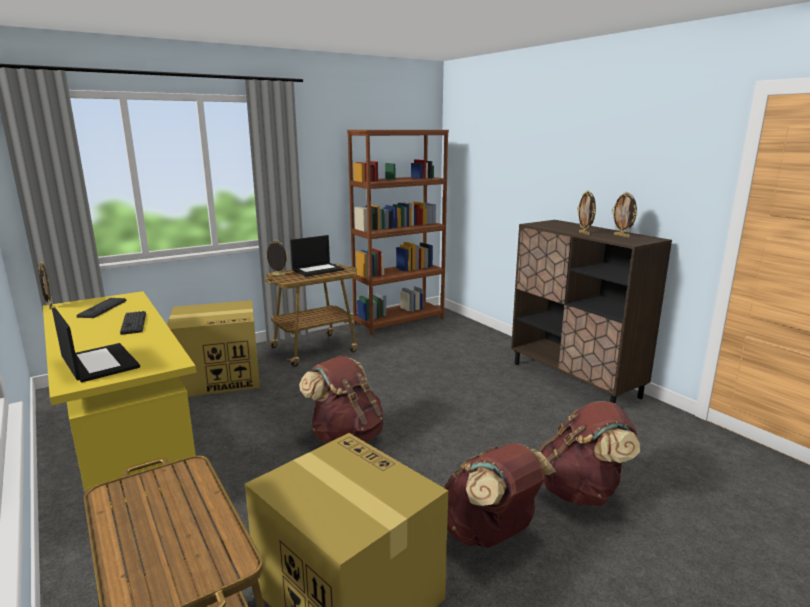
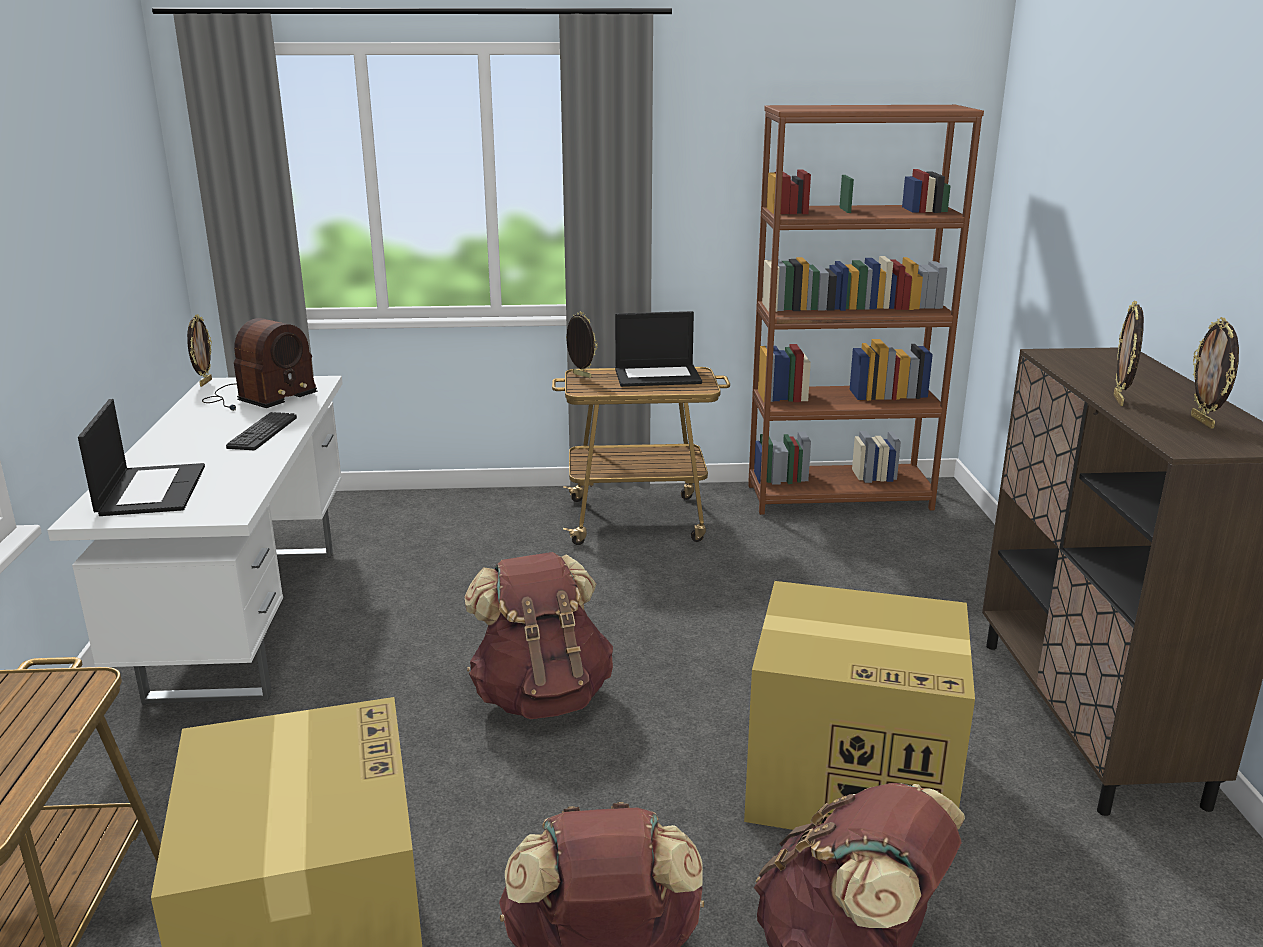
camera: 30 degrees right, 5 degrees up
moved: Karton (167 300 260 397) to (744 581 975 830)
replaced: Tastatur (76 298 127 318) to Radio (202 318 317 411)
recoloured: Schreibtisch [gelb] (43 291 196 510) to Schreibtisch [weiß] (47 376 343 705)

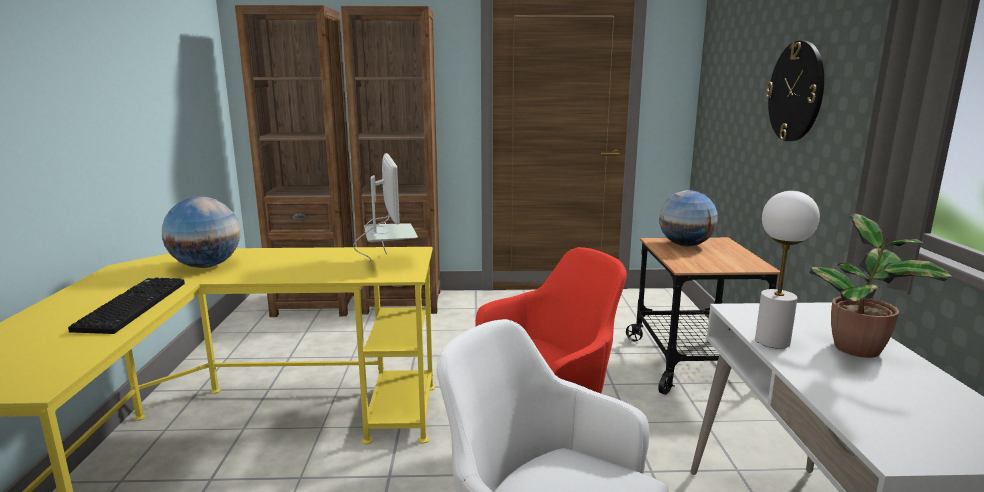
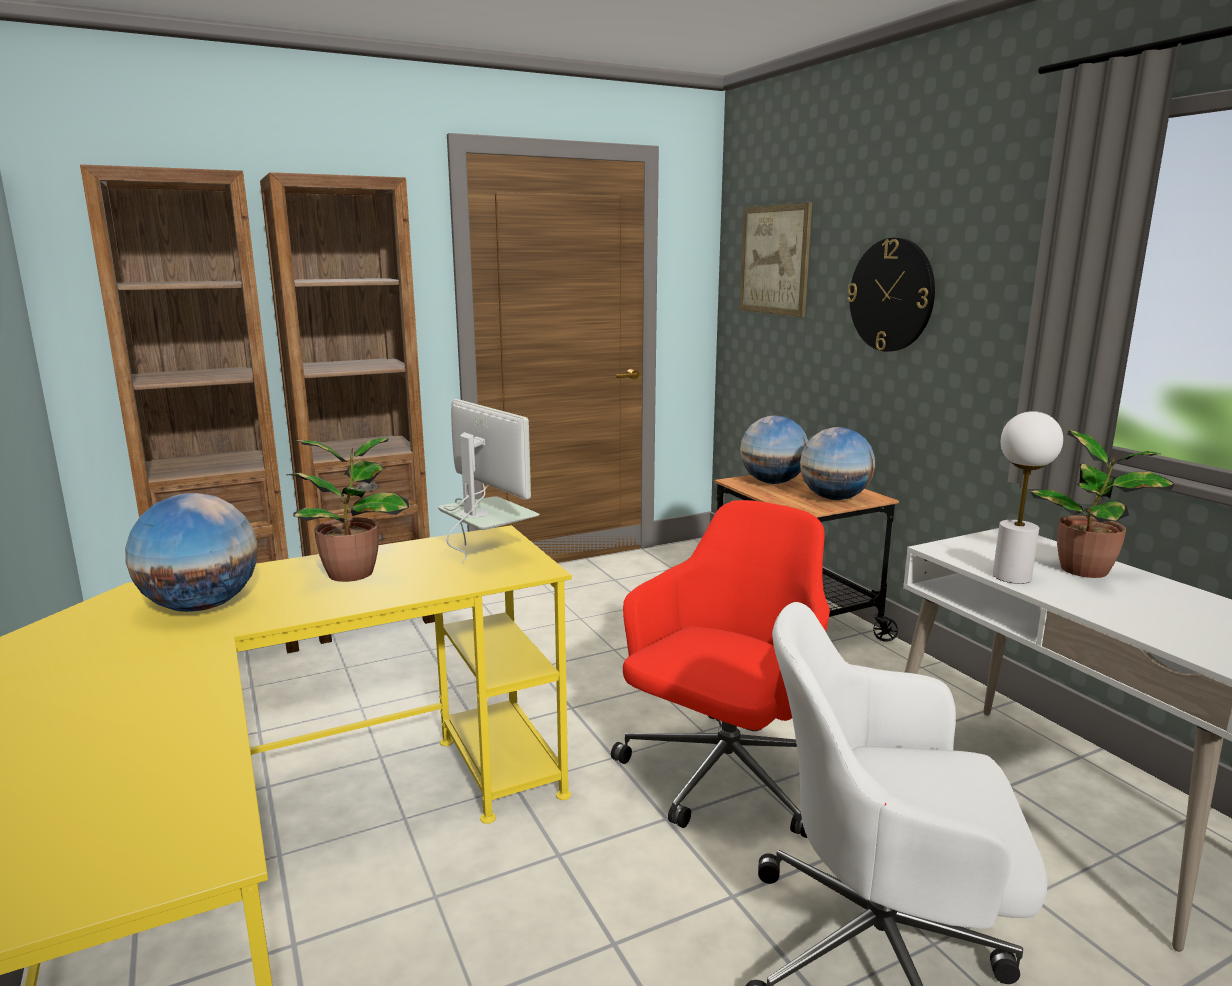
camera: 25 degrees left, 0 degrees up
removed: Tastatur (68 278 185 334)
added: Topfpflanze (287 438 409 582); Bild (740 202 812 317); Globus (800 427 875 500)

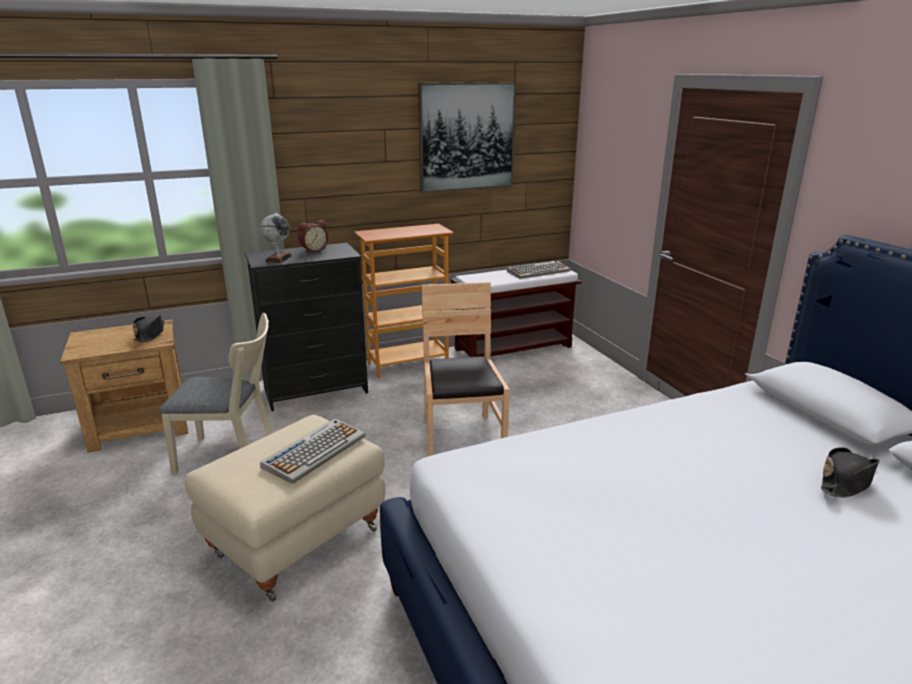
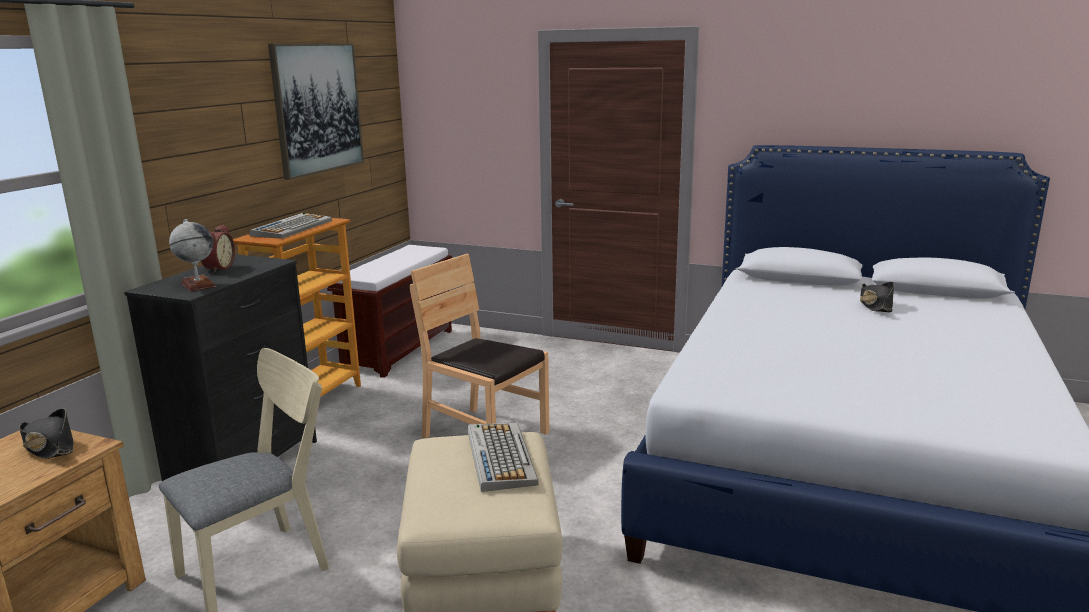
camera: 45 degrees left, 5 degrees down
moved: Tastatur (507 260 570 279) to (250 213 332 239)

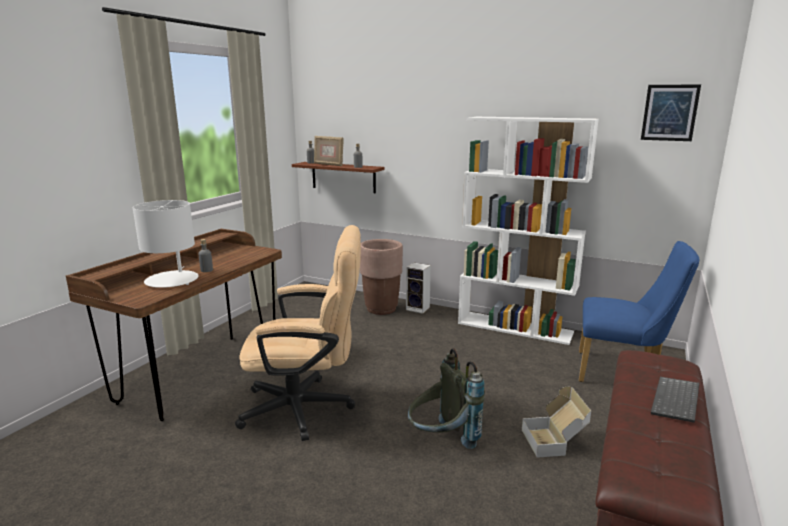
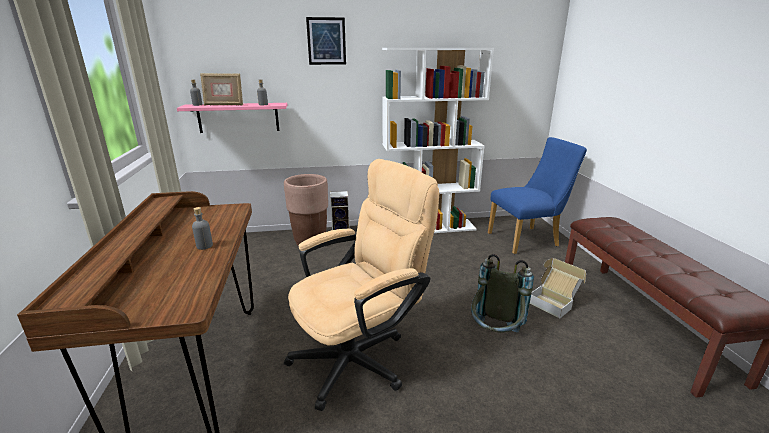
camera: 35 degrees left, 5 degrees up
removed: Tischlampe [weiß] (133 200 199 288); Tastatur (651 377 699 423)
moved: Bild (641 84 701 141) to (306 17 346 65)
recoloured: Wandregal [braun] (292 162 385 193) to Wandregal [rosa] (177 103 288 133)

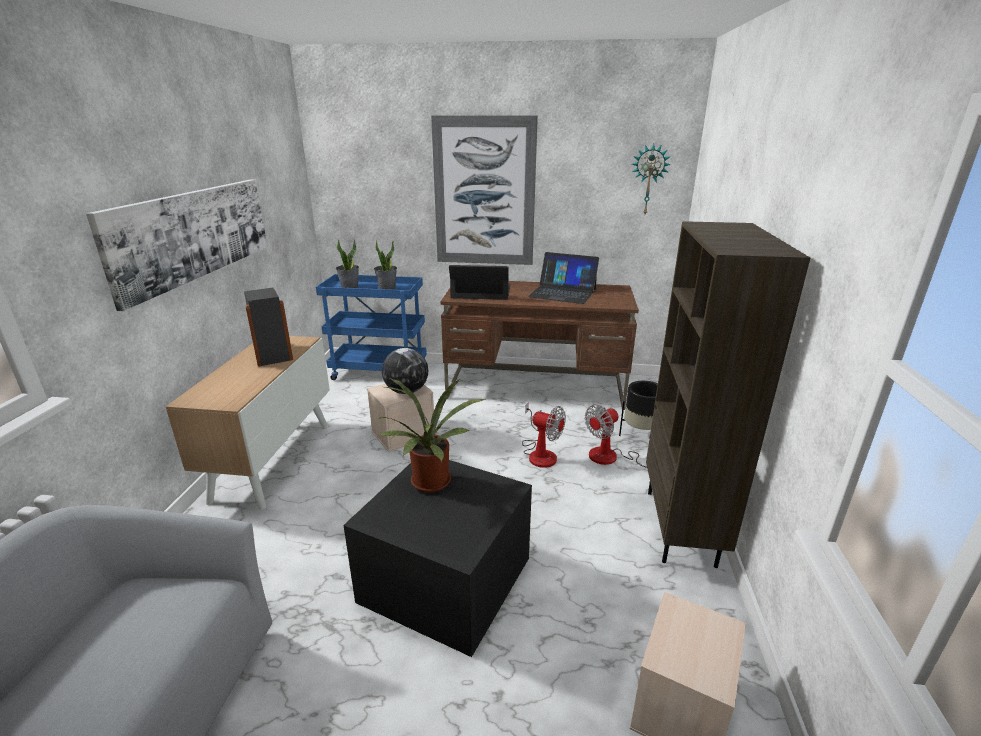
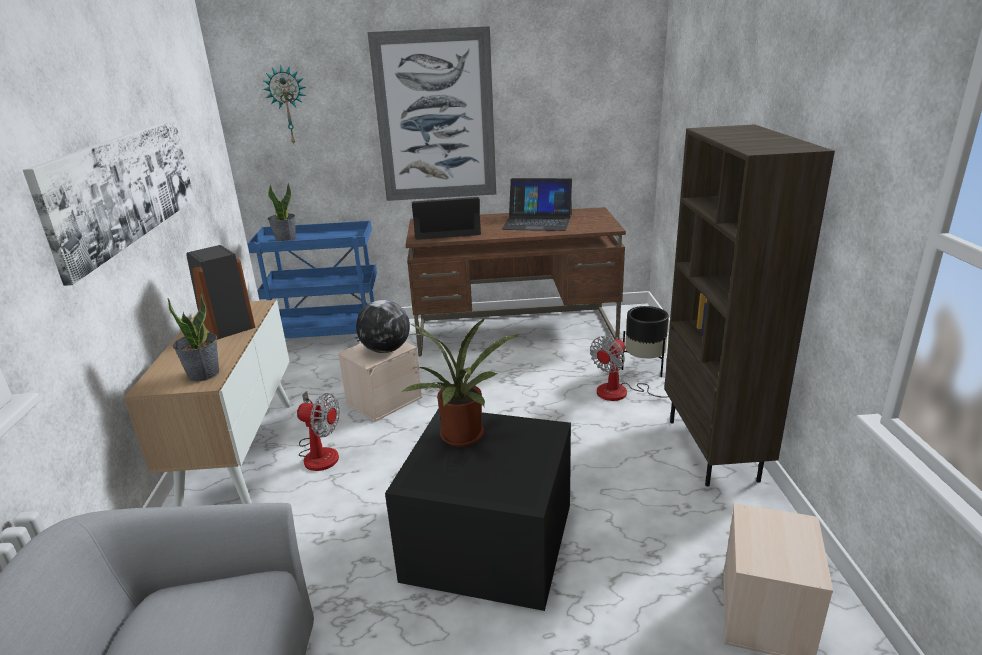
camera: 10 degrees left, 0 degrees up
moved: Topfpflanze (374 240 397 290) to (168 294 219 382); Ventilator (522 402 566 468) to (297 391 340 471); Wanduhr (632 144 671 214) to (262 65 306 144)

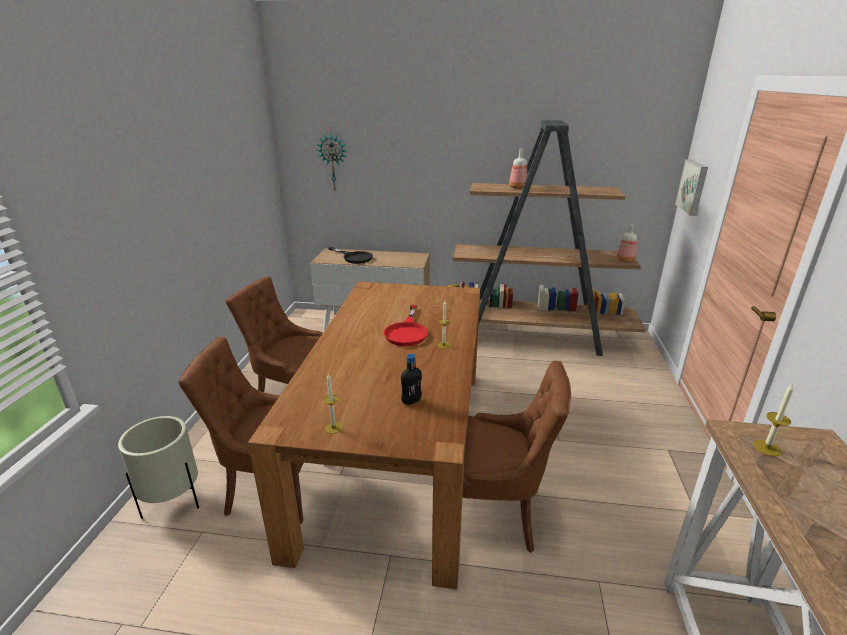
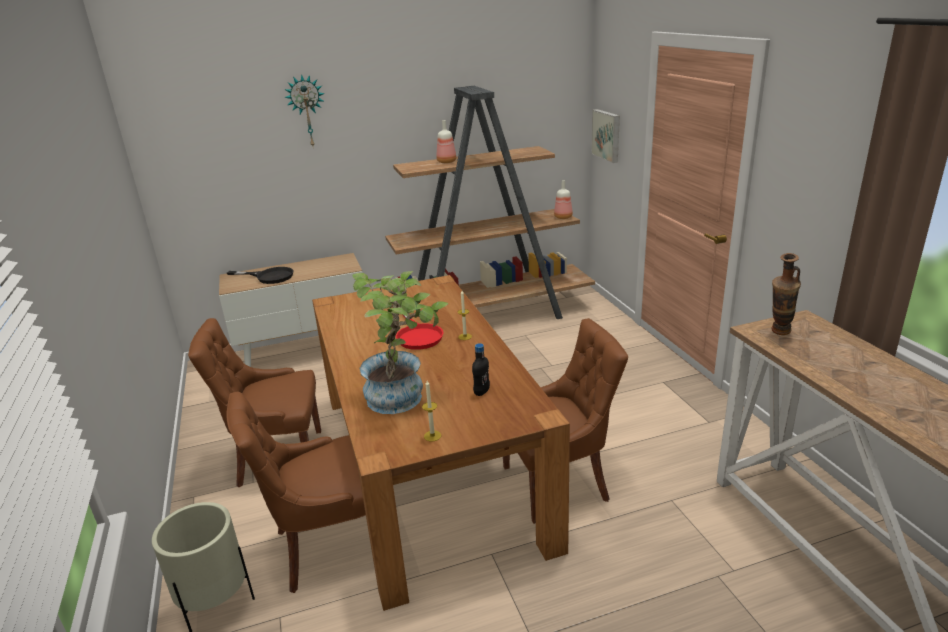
camera: 25 degrees left, 0 degrees up
added: Topfpflanze (352 271 449 414)
moved: Wanduhr (317 133 347 191) to (284 74 325 146)
replaced: Kerze (753 383 794 457) to Vase (772 253 801 335)

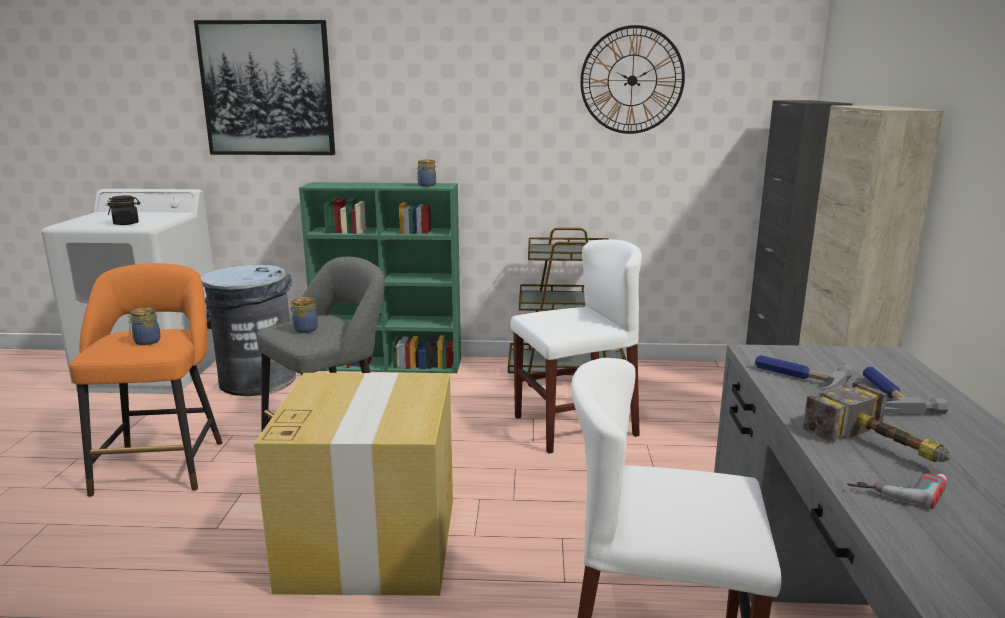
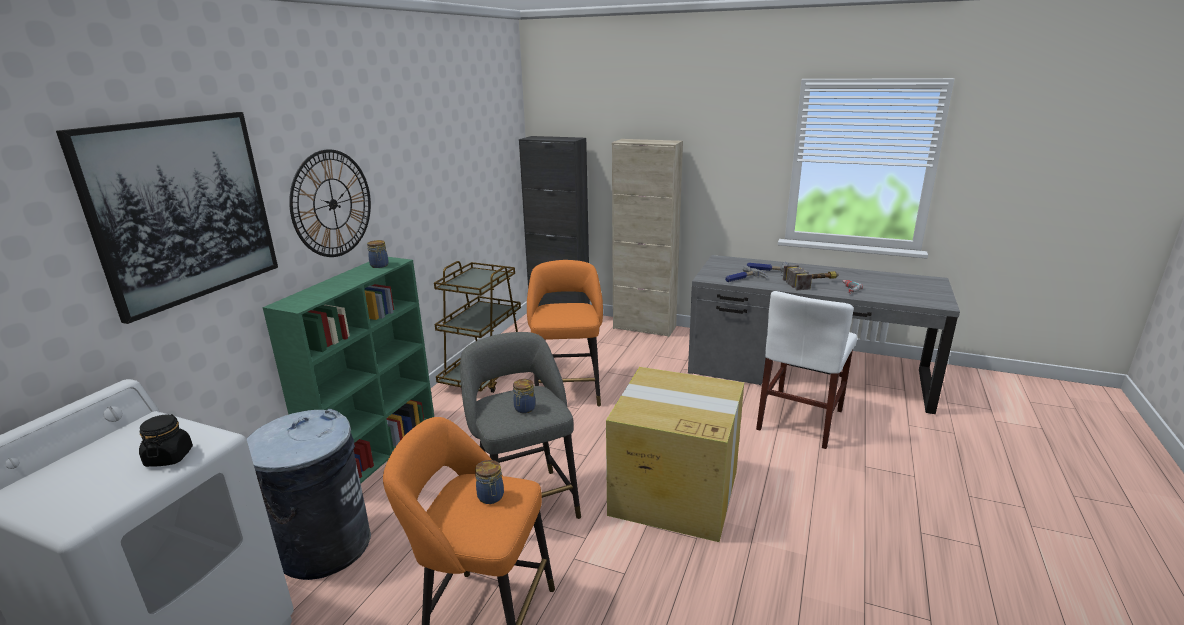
camera: 70 degrees left, 5 degrees up
moved: Wanduhr (580 25 685 134) to (289 149 371 257)
replaced: Stuhl [weiß] (510 239 642 454) to Hocker [orange] (527 260 603 407)

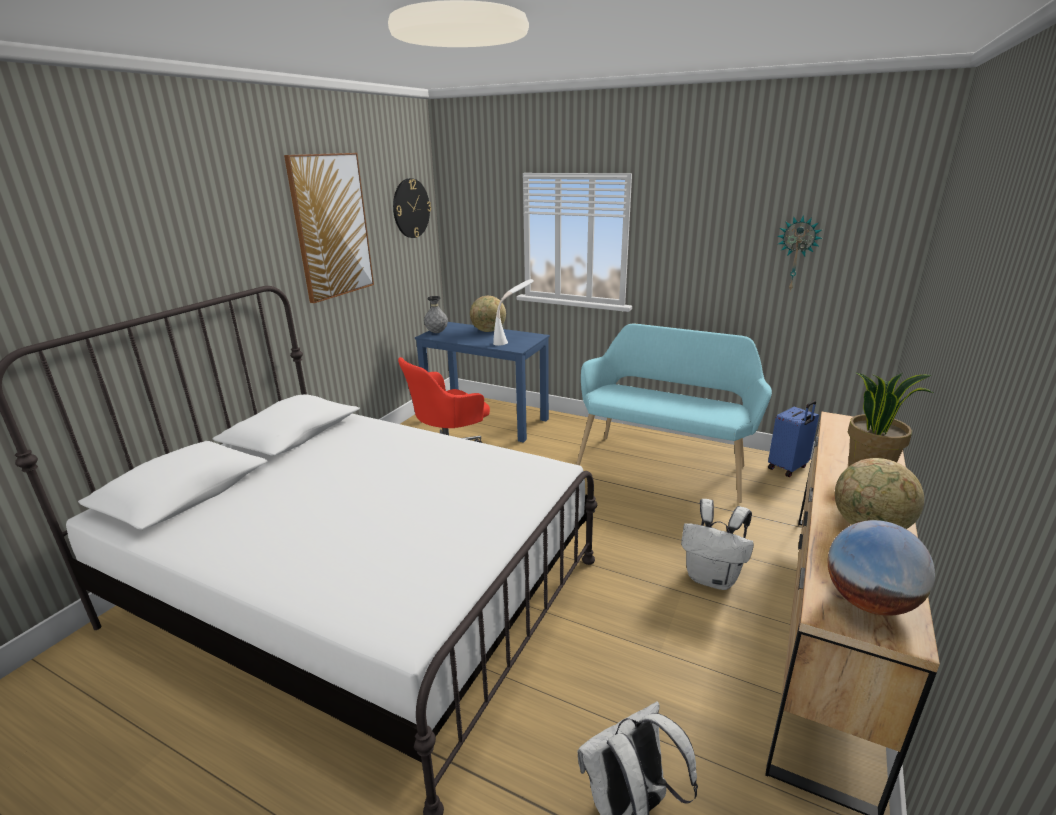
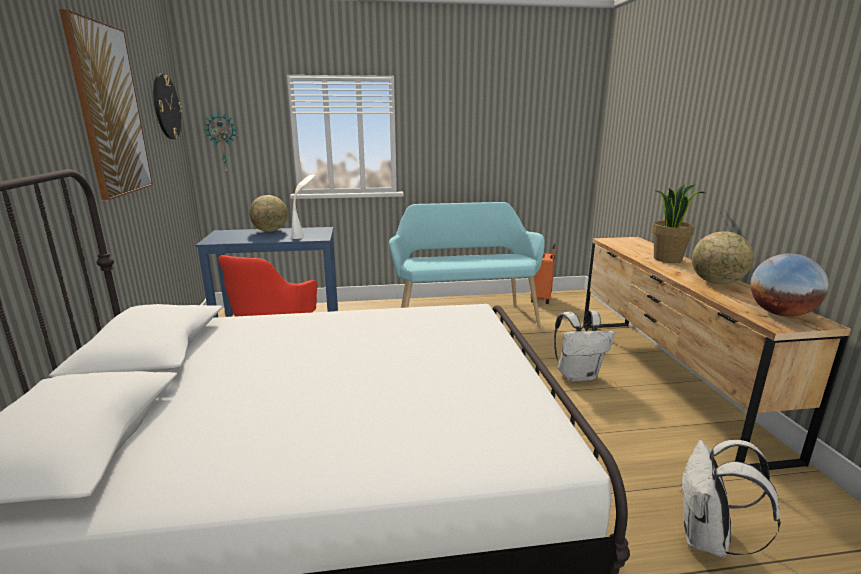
camera: 35 degrees left, 5 degrees down
removed: Vase [grau] (424 296 448 333)
moved: Wanduhr (777 215 822 291) to (203 112 238 175)
recoloured: Koffer [blau] (768 401 819 477) to Koffer [orange] (531 244 555 304)

